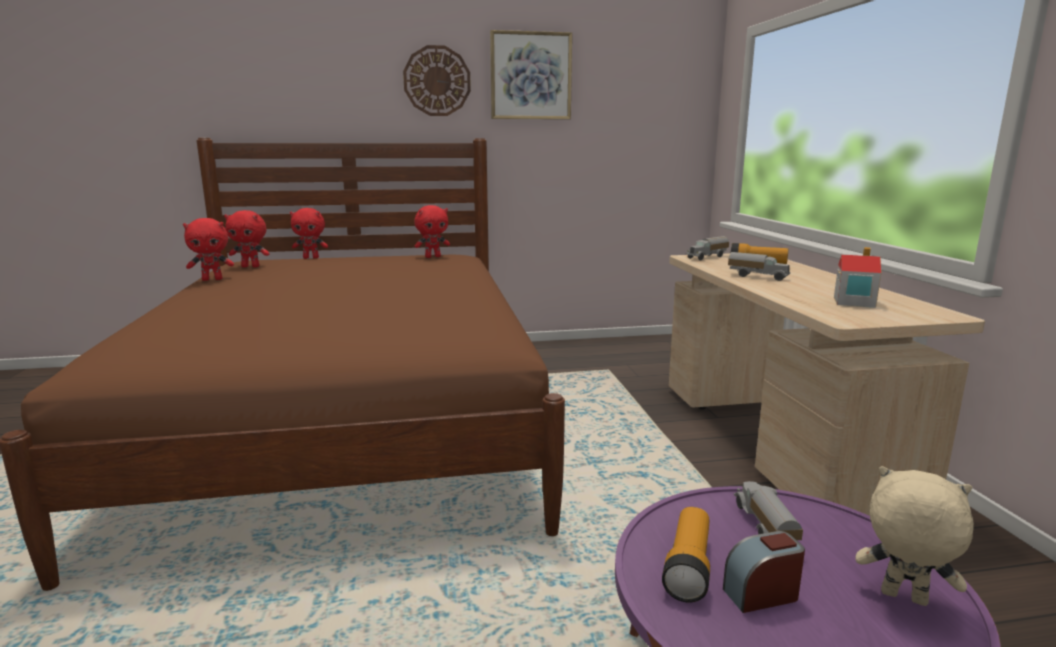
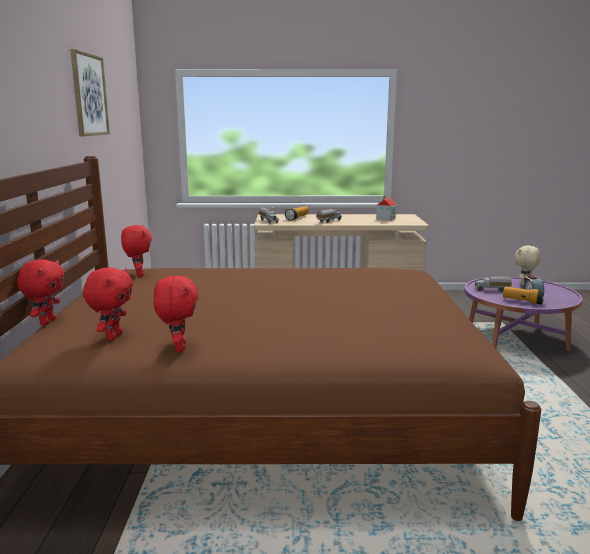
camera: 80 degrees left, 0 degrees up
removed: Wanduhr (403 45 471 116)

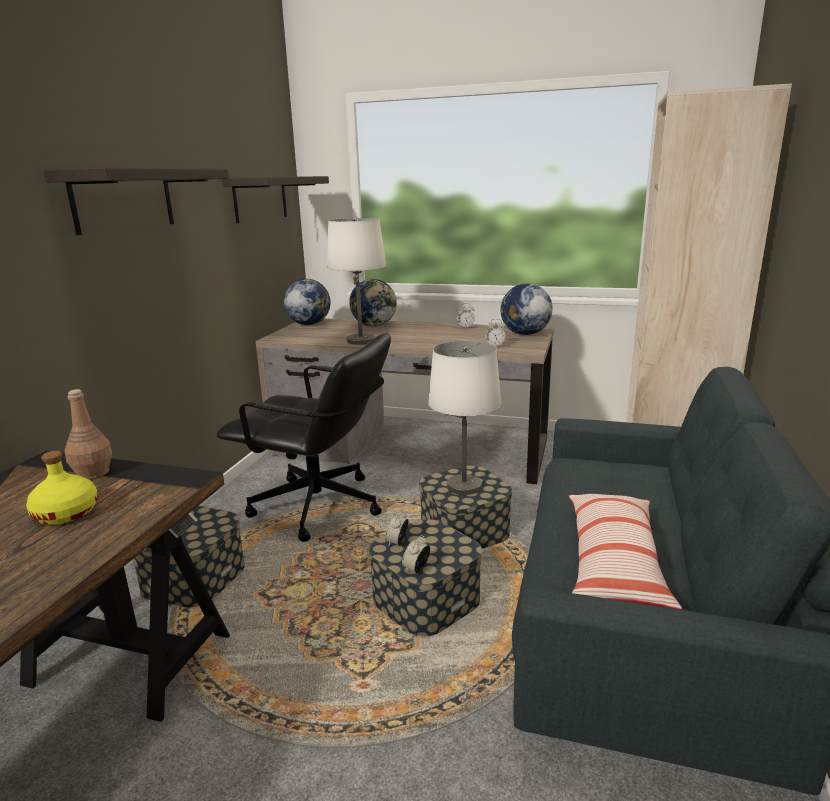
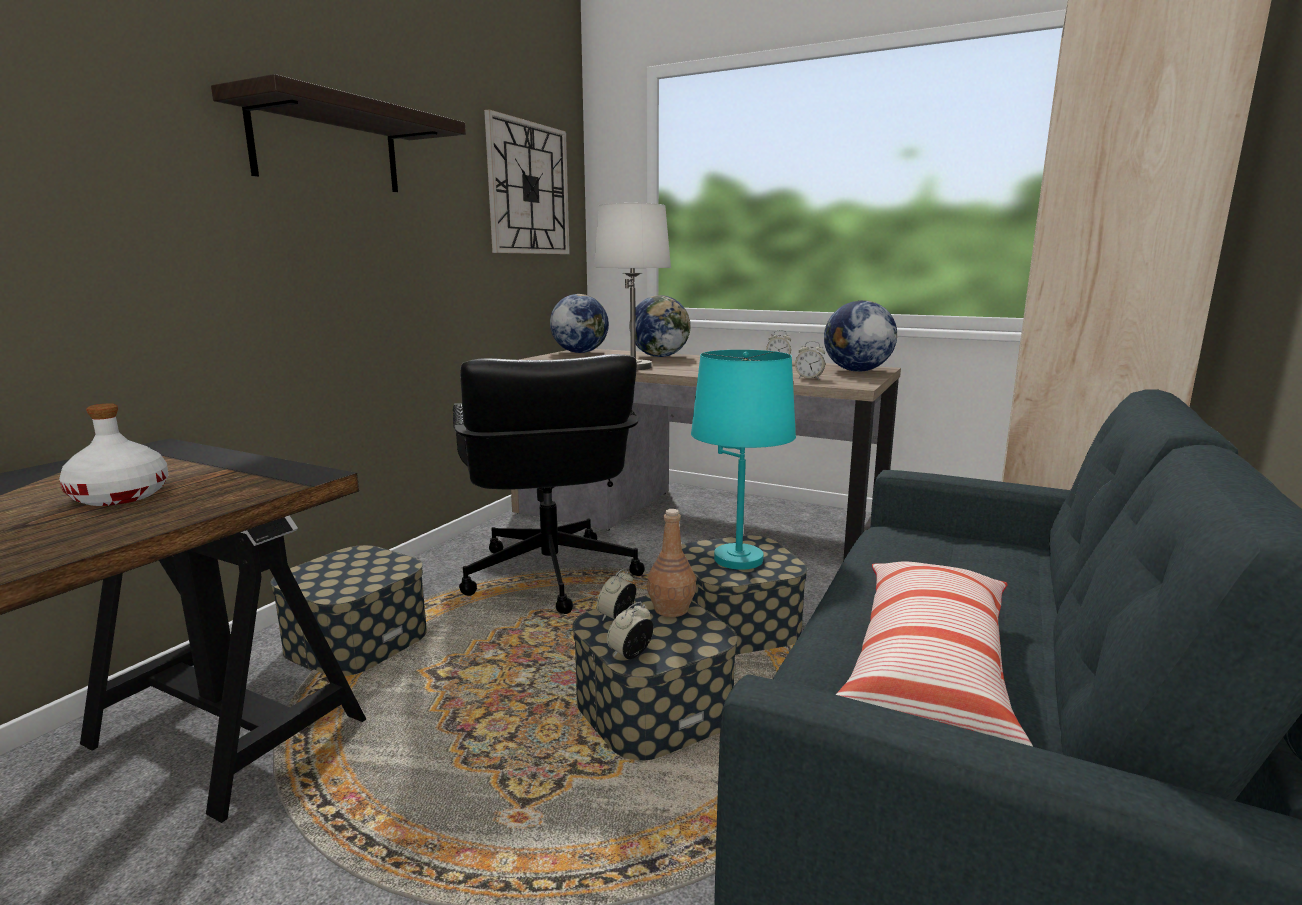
camera: 10 degrees right, 5 degrees down
moved: Flasche [braun] (65 389 112 480) to (647 509 696 617)
replaced: Wandregal (222 176 329 223) to Wanduhr (484 109 570 254)
recoloured: Flasche [gelb] (26 451 98 525) to Flasche [weiß] (59 404 168 506); Tischlampe [weiß] (428 341 501 495) to Tischlampe [türkis] (691 350 796 570)
turned: Bürostuhl [schwarz] (216 333 391 542) = (453 354 645 614) 45 degrees clockwise

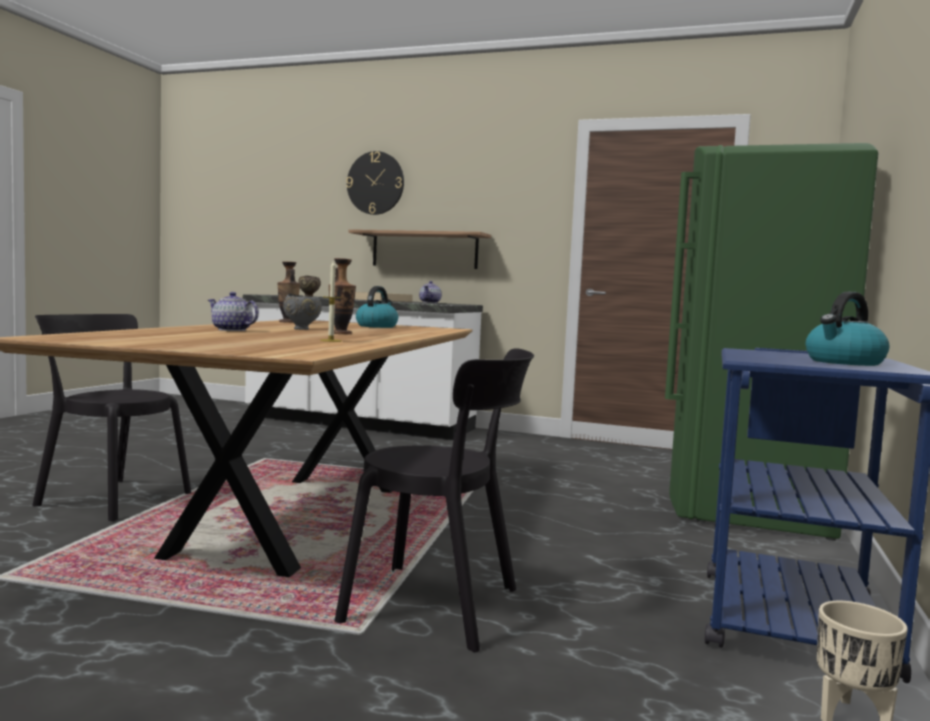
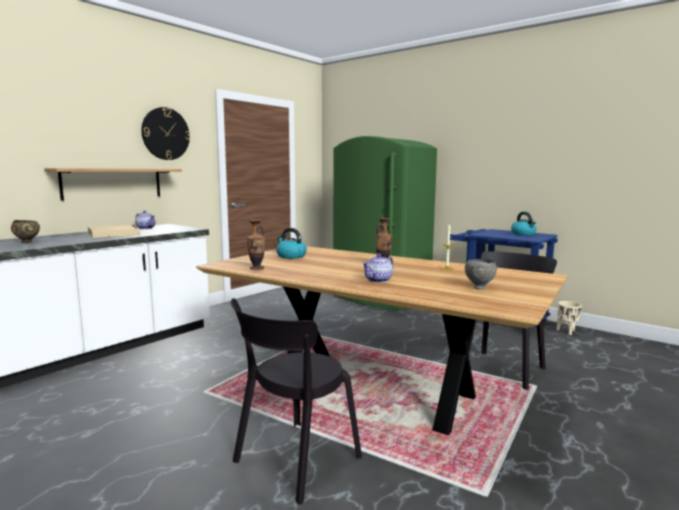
camera: 70 degrees left, 5 degrees up
moved: Schüssel [grau] (283 294 322 330) to (465 259 497 289); Wanduhr (346 151 404 215) to (141 107 190 160)

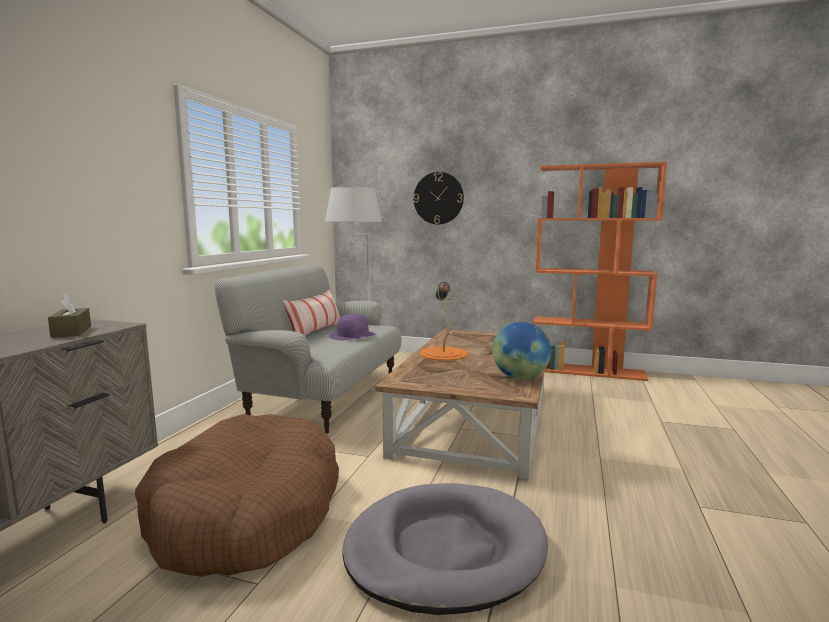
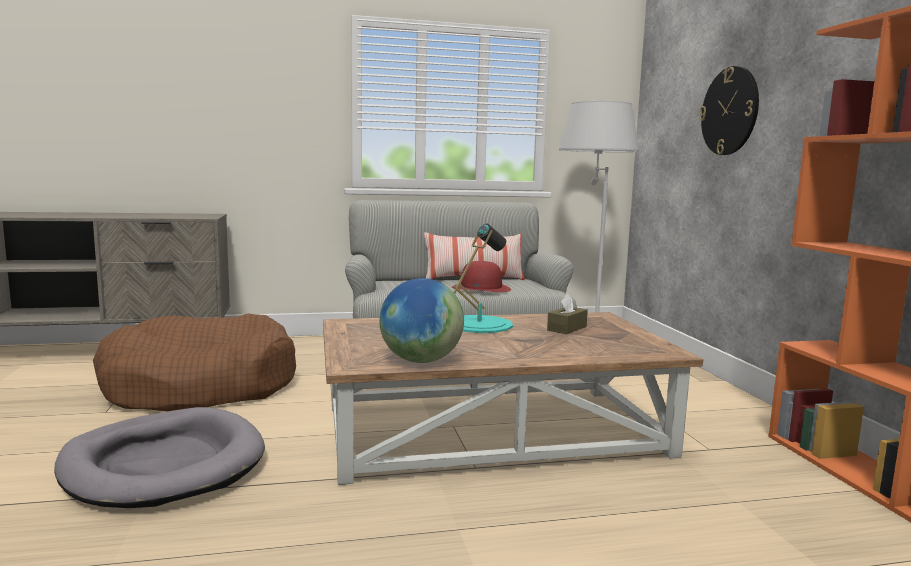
camera: 60 degrees right, 0 degrees up
moved: Taschentuchbox [braun] (48 293 91 338) to (547 293 588 334)
recoloured: Hut [lila] (330 314 376 340) to Hut [rot] (452 261 511 292); Tischlampe [orange] (420 282 468 361) to Tischlampe [türkis] (454 224 513 333)

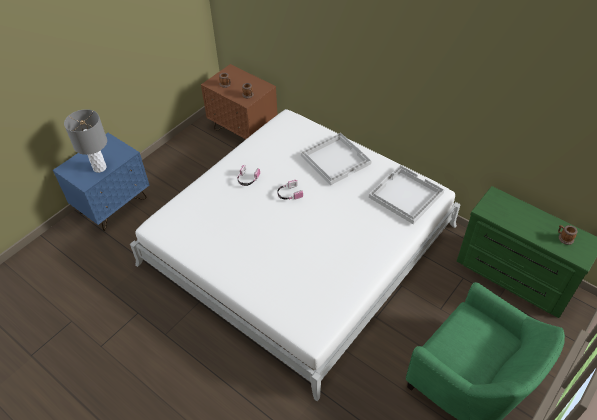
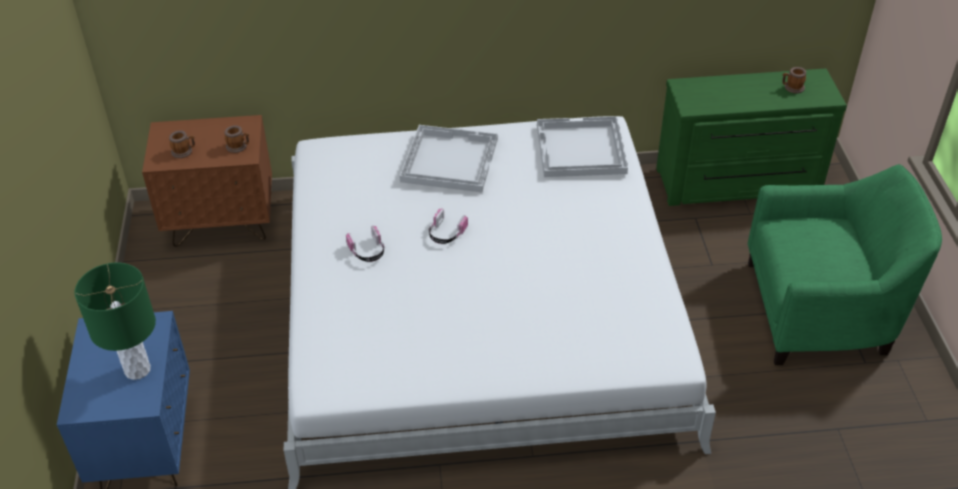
camera: 45 degrees left, 5 degrees down
recoloured: Tischlampe [grau] (64 109 107 173) to Tischlampe [grün] (74 263 156 380)

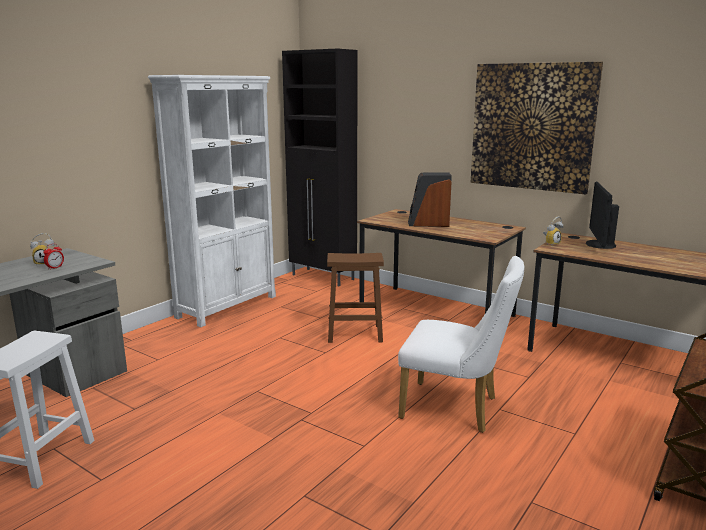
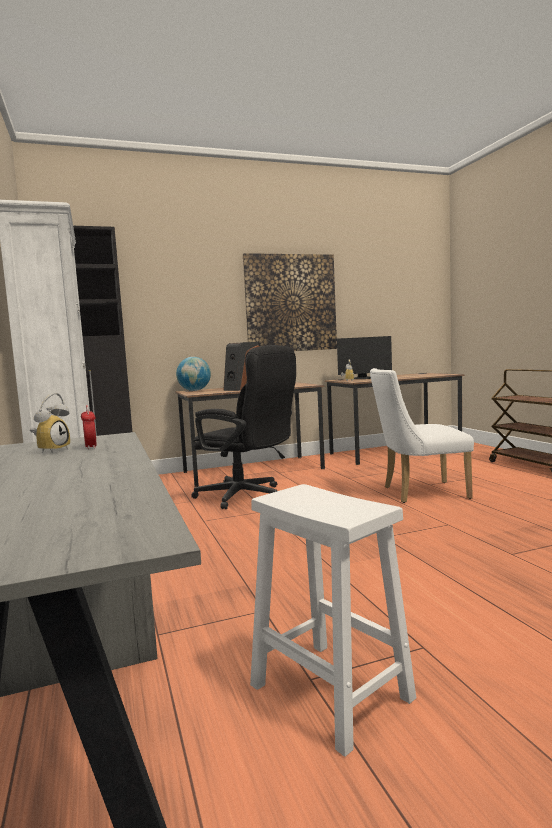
camera: 55 degrees left, 10 degrees down
added: Globus (176 357 211 391)
replaced: Hocker [braun] (327 253 384 343) to Bürostuhl [schwarz] (191 345 296 509)
turned: Stuhl [weiß] (398 256 525 433) = (370 368 474 503) 150 degrees counterclockwise; Monitor (586 181 619 249) = (337 336 392 379) 60 degrees counterclockwise

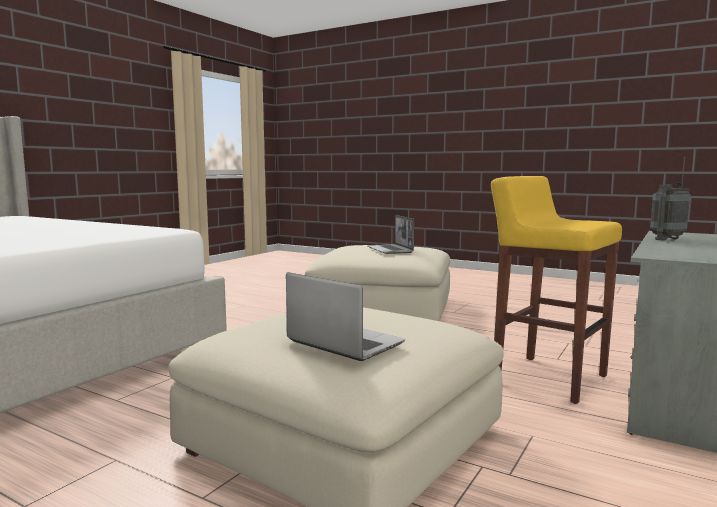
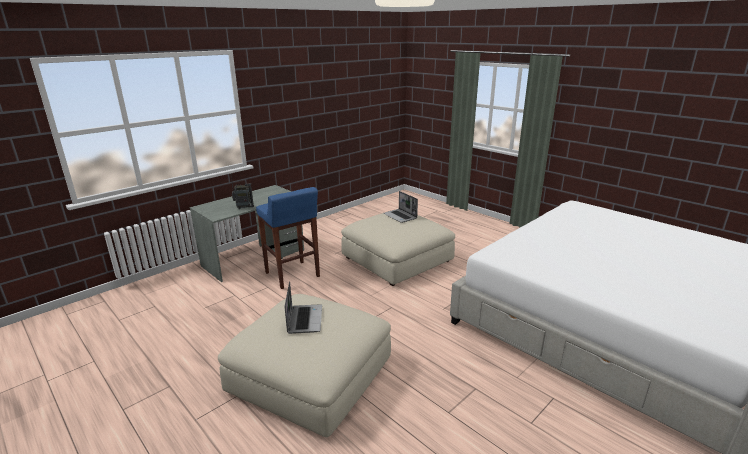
camera: 165 degrees left, 15 degrees up
recoloured: Hocker [gelb] (491 176 622 404) to Hocker [blau] (256 187 320 289)

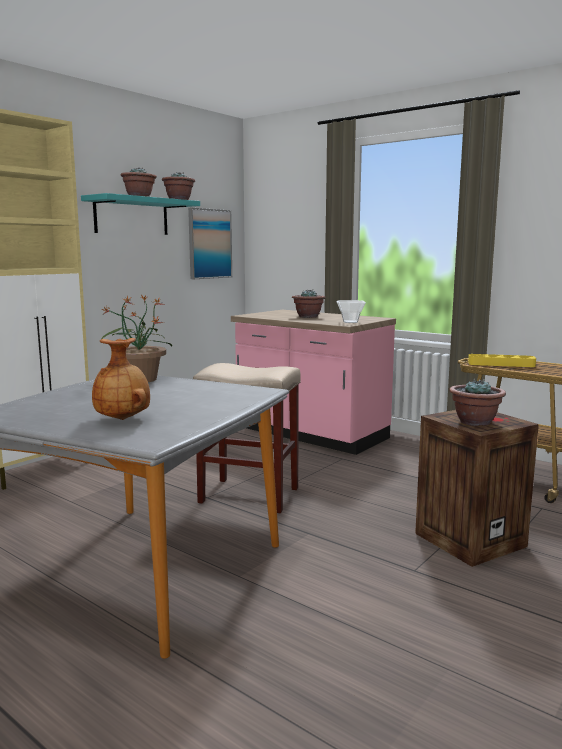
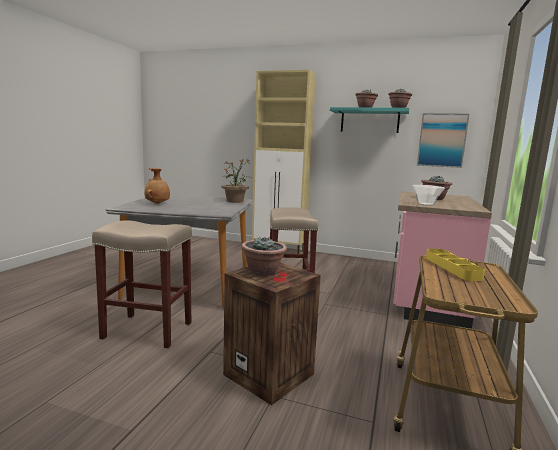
camera: 70 degrees right, 0 degrees up
added: Hocker [beige] (92 220 192 348)

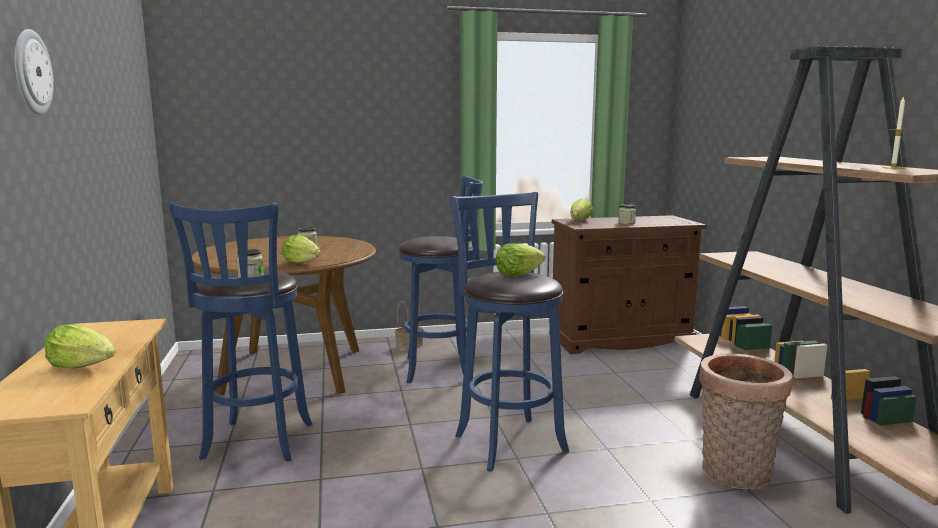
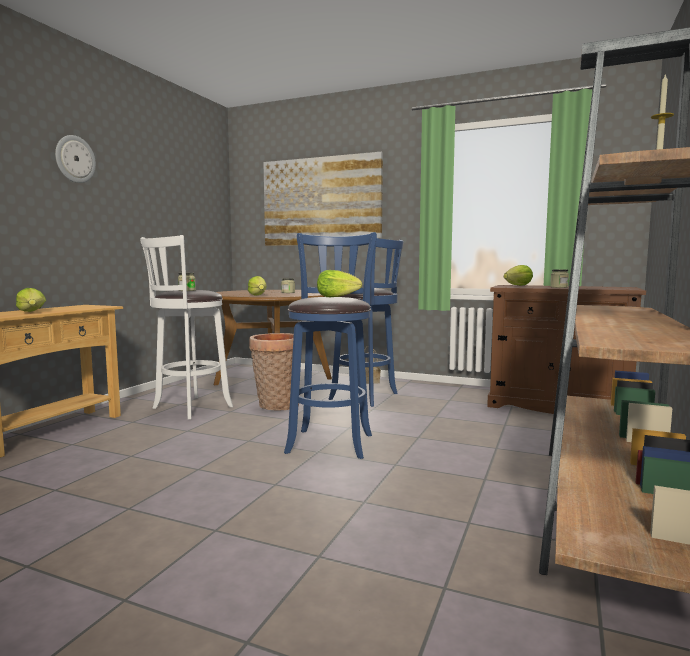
camera: 35 degrees right, 5 degrees down
added: Bild (263 152 383 246)
moved: Korb (699 353 793 490) to (249 333 299 410)
recoloured: Hocker [blau] (169 202 313 462) to Hocker [weiß] (140 235 233 419)

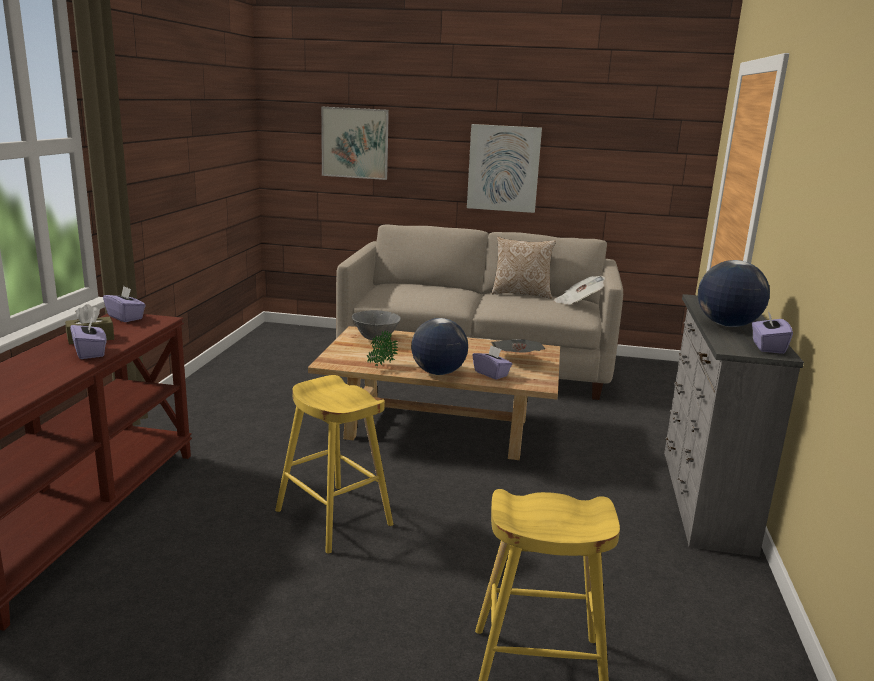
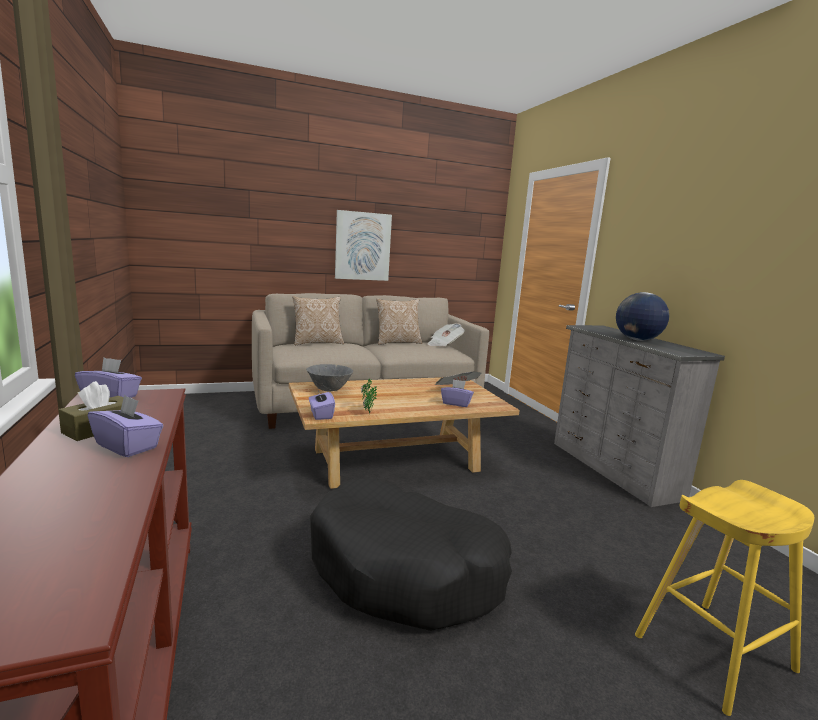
camera: 30 degrees left, 5 degrees down
removed: Bild (321 107 389 180); Globus (411 318 468 375)
added: Kissen (292 296 344 345)
moved: Taschentuchbox [lila] (752 312 793 354) to (309 390 335 420)
replaced: Hocker [gelb] (275 375 393 554) to Hundebett [schwarz] (310 478 512 631)

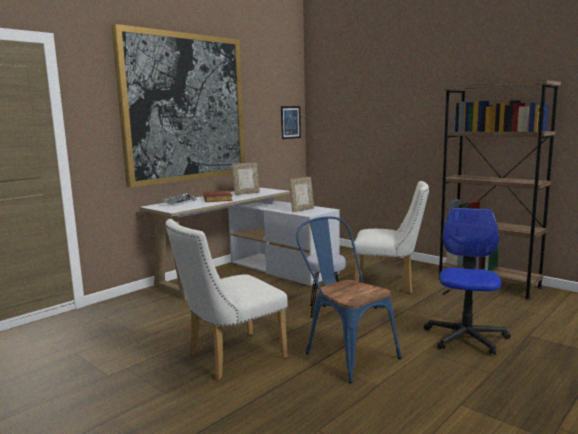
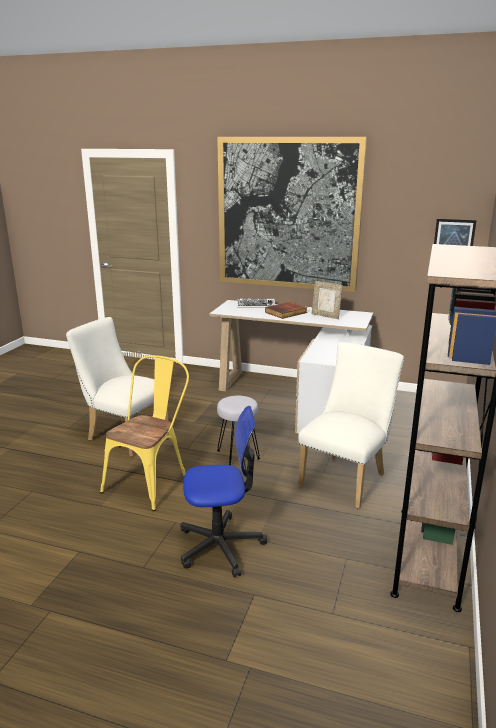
camera: 65 degrees right, 10 degrees up
removed: Bilderrahmen (289 177 314 212)
recoloured: Stuhl [blau] (296 216 402 383) to Stuhl [gelb] (100 355 189 511)
turned: Stuhl [weiß] (353 181 429 294) = (298 342 404 509) 135 degrees counterclockwise

